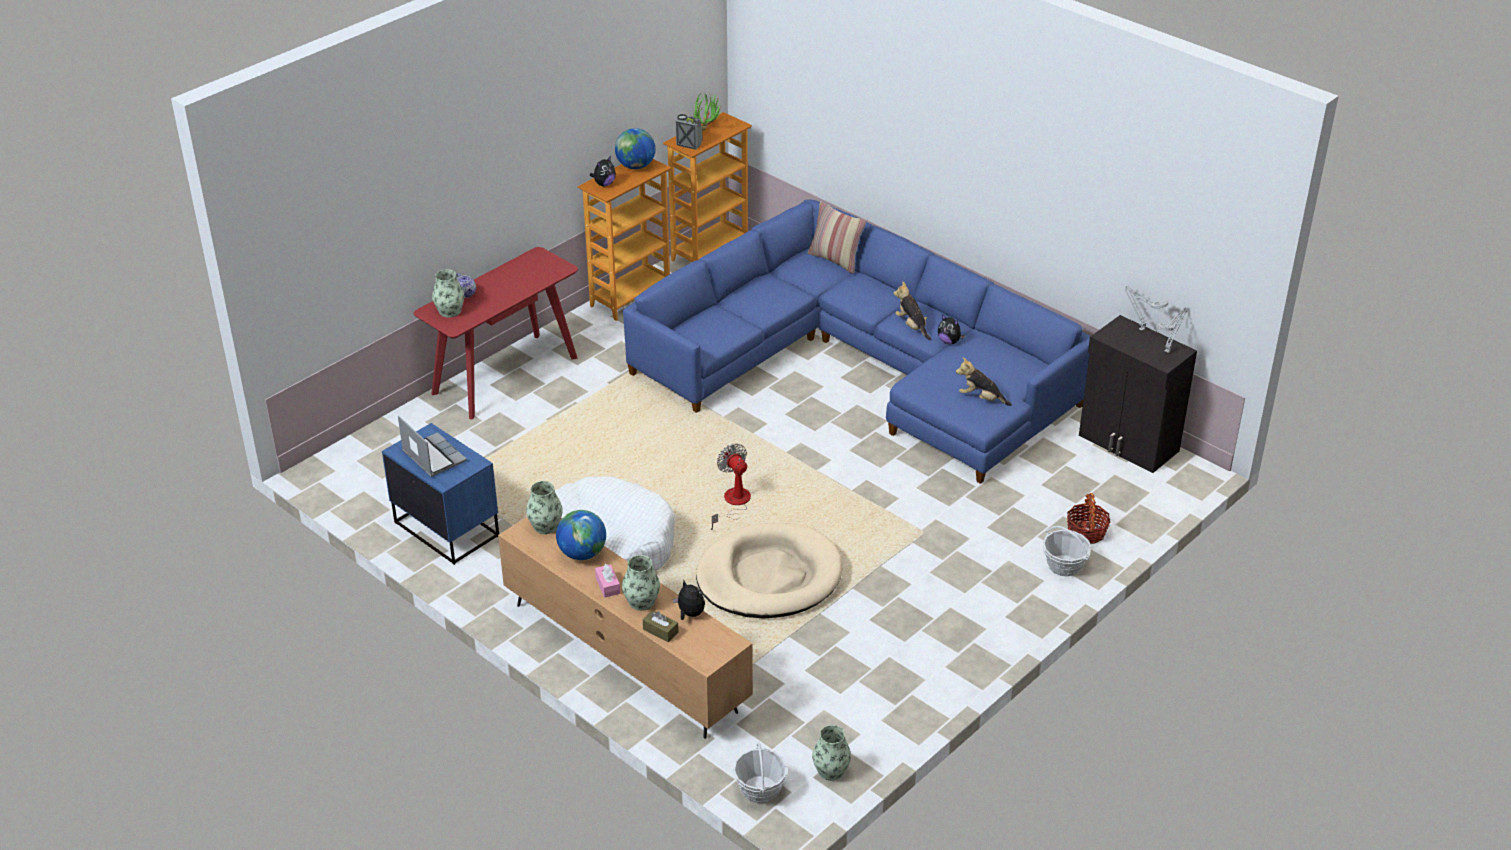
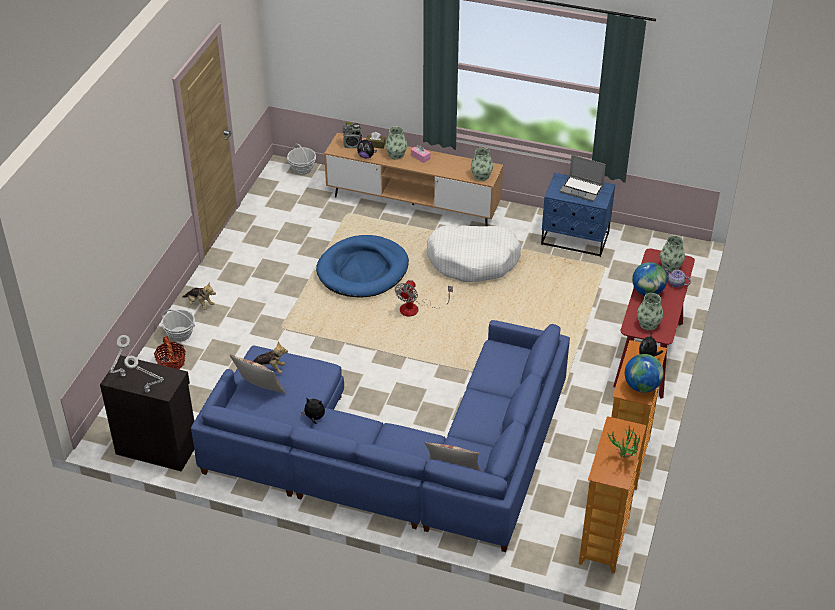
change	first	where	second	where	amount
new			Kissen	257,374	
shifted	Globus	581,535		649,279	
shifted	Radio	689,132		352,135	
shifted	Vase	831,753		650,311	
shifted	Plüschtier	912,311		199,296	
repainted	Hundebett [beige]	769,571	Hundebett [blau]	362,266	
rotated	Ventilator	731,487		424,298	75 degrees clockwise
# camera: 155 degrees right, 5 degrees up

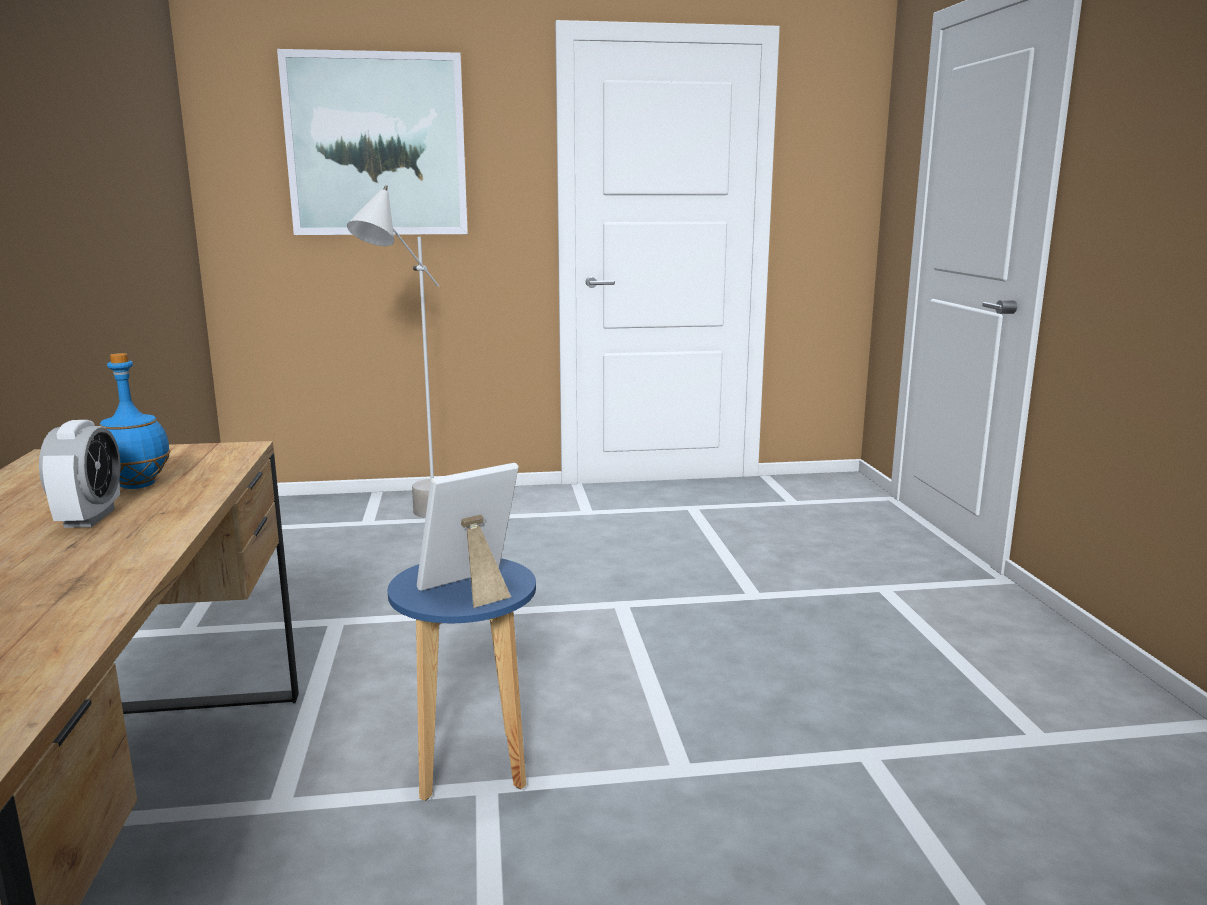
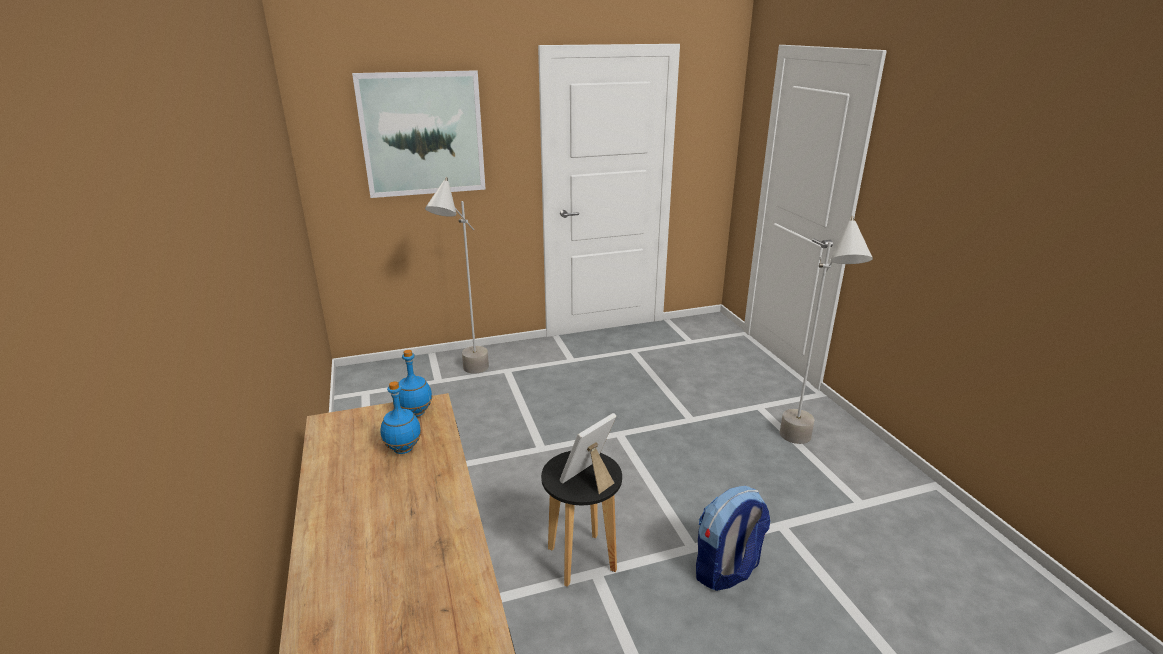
change	first	where	second	where	amount
gone	Wecker	80,474			
new			Flasche [blau]	415,383	
new			Rucksack	733,538	
new			Stehlampe [grau]	826,330	
repainted	Hocker [blau]	462,679	Hocker [schwarz]	581,519	
# camera: 10 degrees left, 10 degrees up

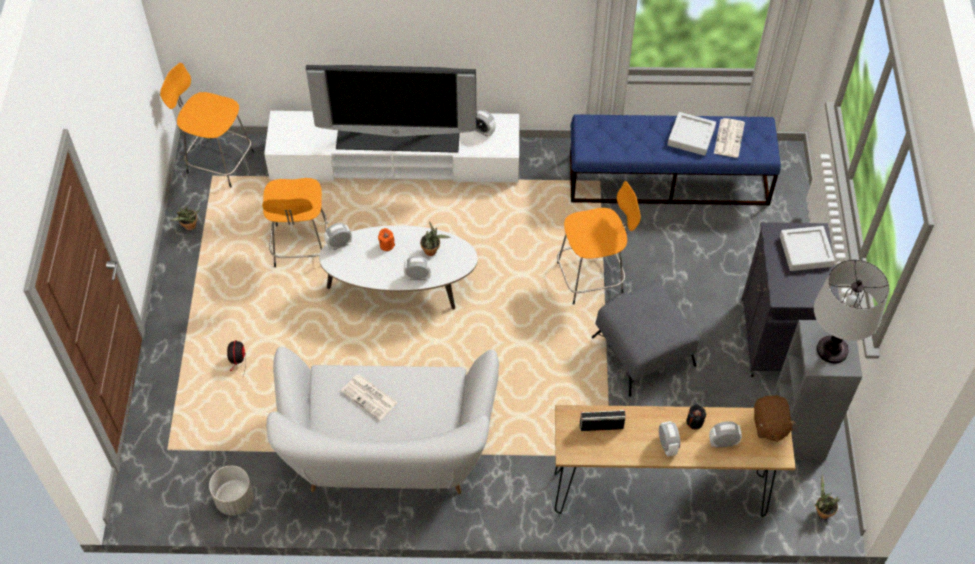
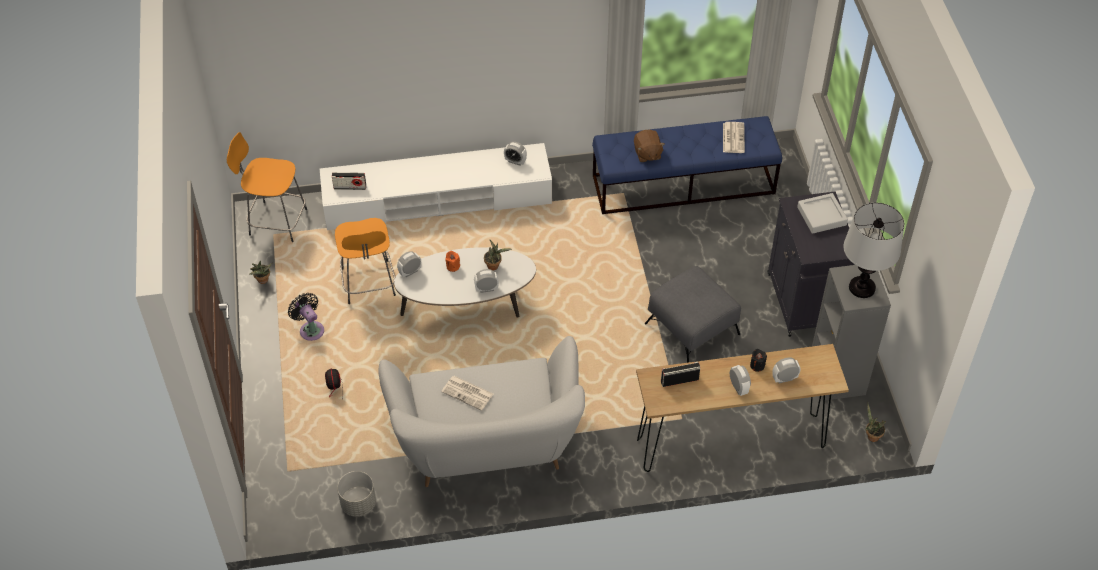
change	first	where	second	where	amount
gone	Fernseher	391,109			
gone	Hocker [orange]	599,243			
gone	Tablett [grau]	691,134			
new			Ventilator [schwarz]	306,317	
new			Radio	349,181	
shifted	Plüschtier [braun]	775,418		649,146	
# camera: 10 degrees left, 5 degrees down

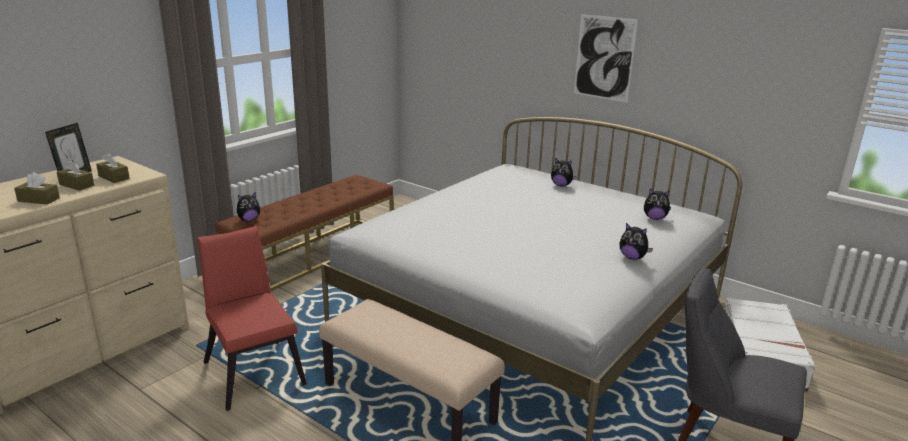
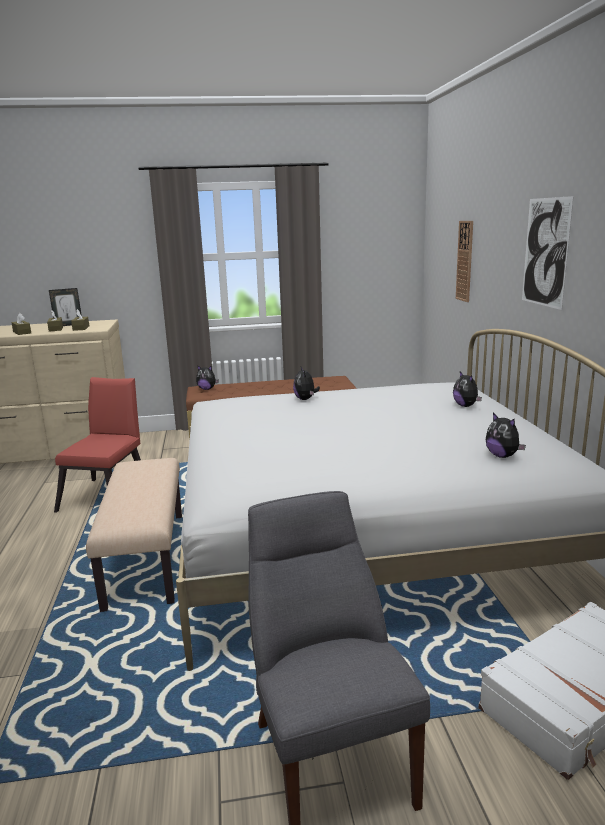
change	first	where	second	where	amount
new			Wanduhr	464,261	
shifted	Plüschtier	636,241		306,383	
# camera: 45 degrees right, 5 degrees down

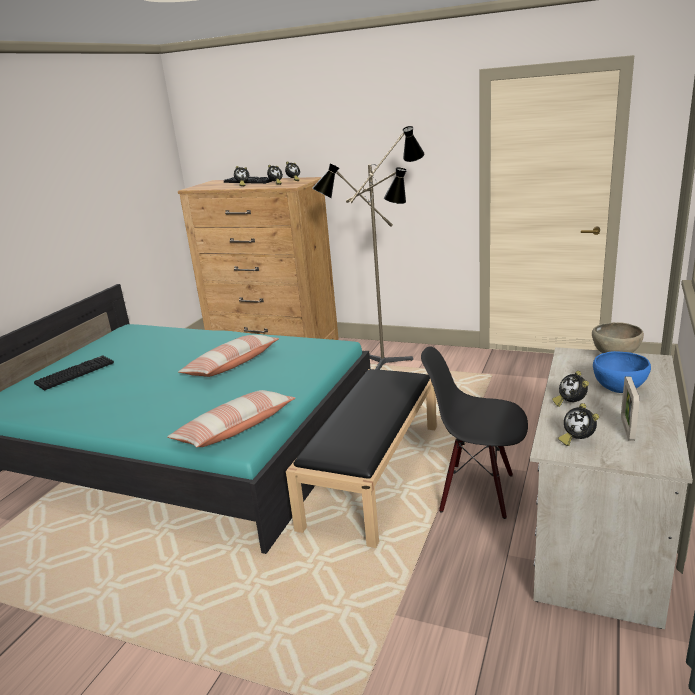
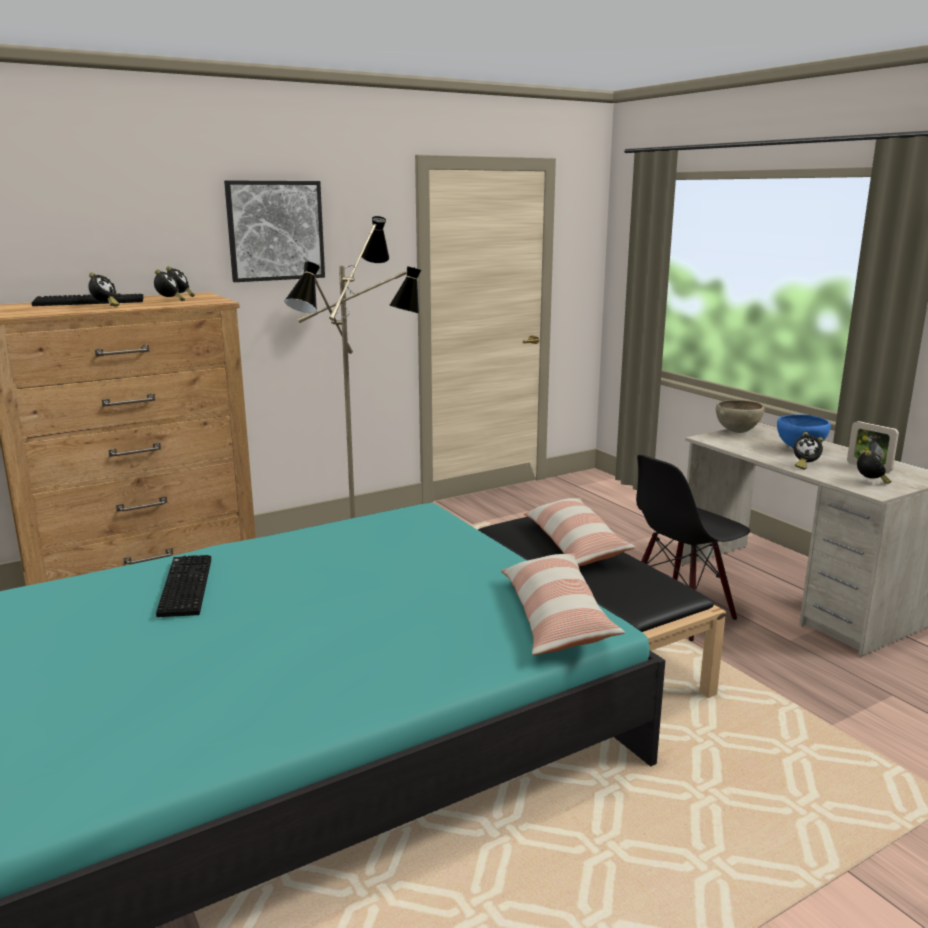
change	first	where	second	where	amount
new			Bild	274,231	
shifted	Tastatur	74,372		183,586	
shifted	Kissen	228,356		580,532	
rotated	Wecker	578,424		874,467	90 degrees counterclockwise
# camera: 55 degrees left, 5 degrees down

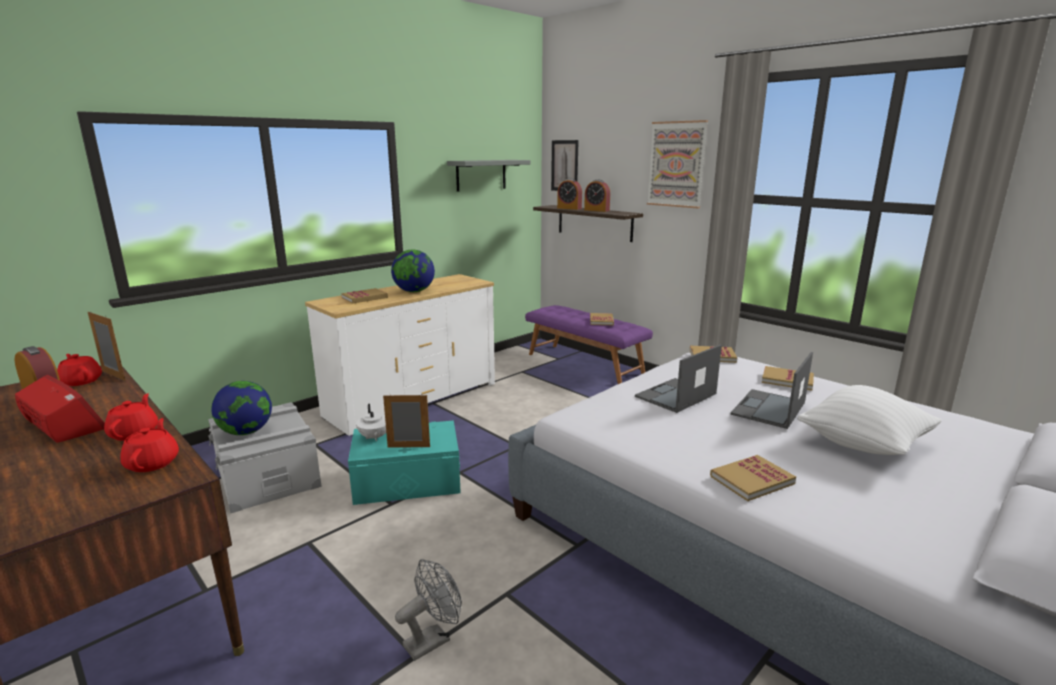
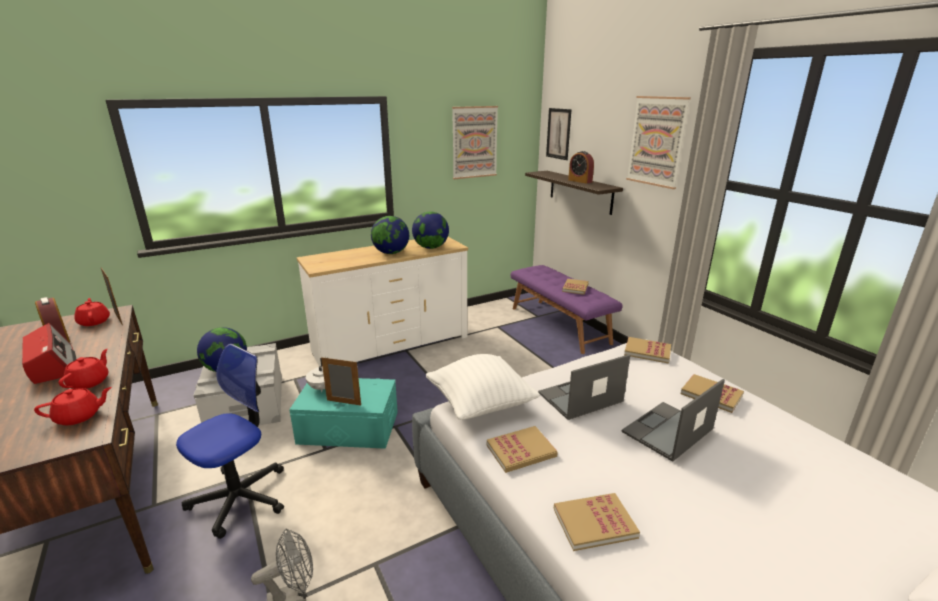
change	first	where	second	where	amount
gone	Wecker	569,194			
new			Bürostuhl	230,441	
new			Globus	430,230	
shifted	Buch	364,296		522,449	
shifted	Kissen [weiß]	869,420		483,387	
swapped	Wandregal [grau]	489,176	Bild	475,142	
rotated	Teekanne [rot]	149,445		73,406	60 degrees clockwise
# camera: 15 degrees right, 5 degrees up

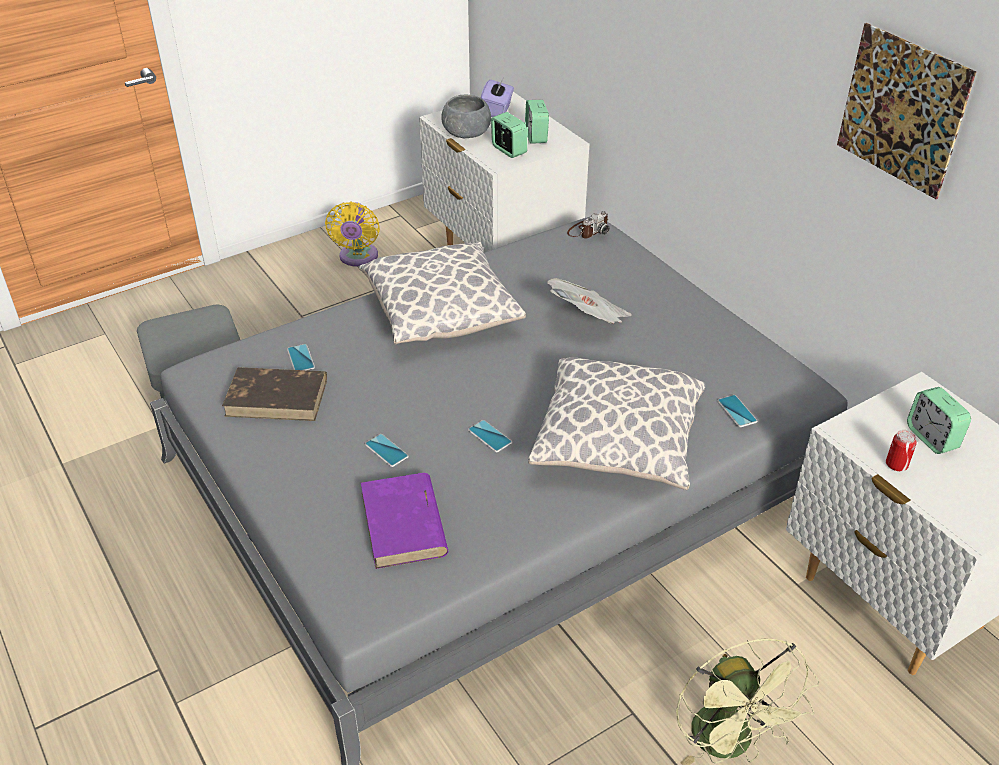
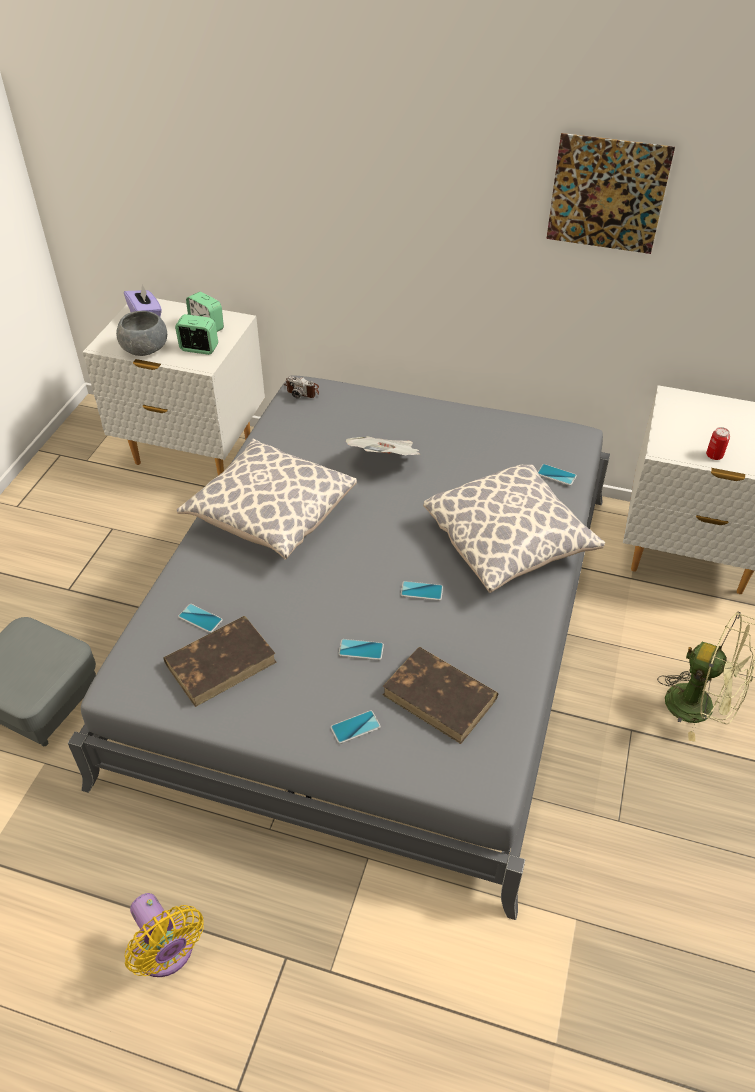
change	first	where	second	where	amount
gone	Wecker	939,420			
new			Handy	356,727	
shifted	Ventilator [gelb]	352,234		164,935	
repainted	Buch [lila]	404,521	Buch [braun]	440,695	
rotated	Kamera	588,225		301,387	105 degrees clockwise
# camera: 40 degrees left, 5 degrees up

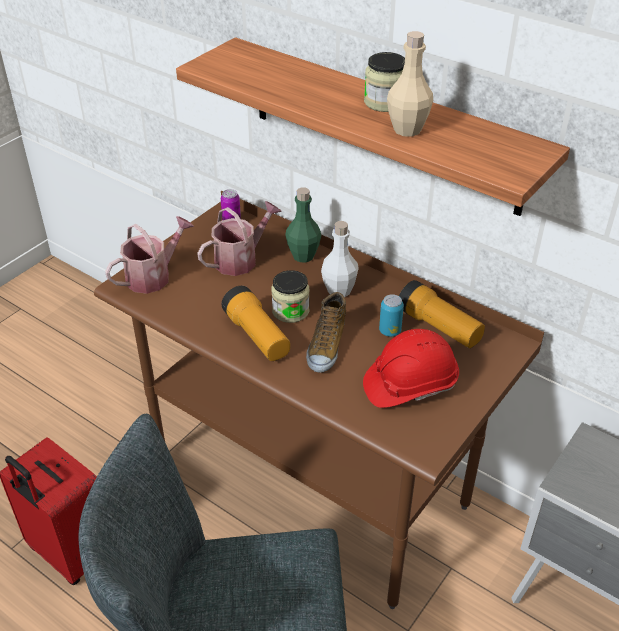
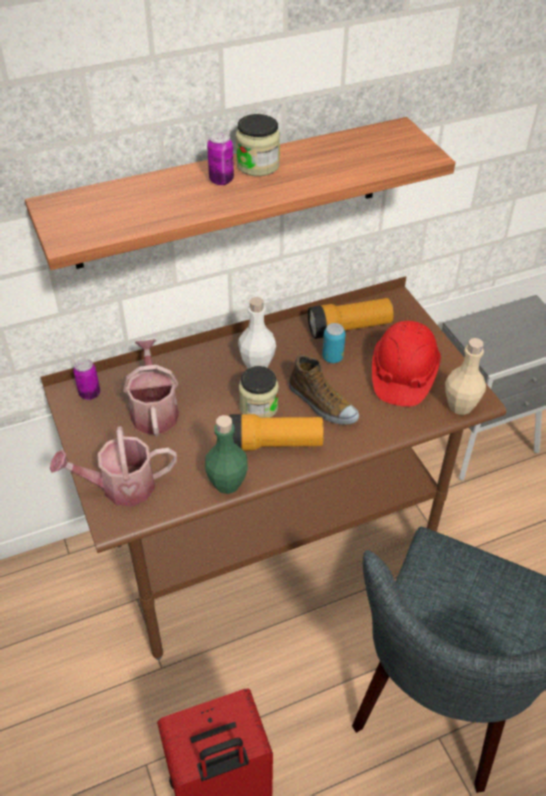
change	first	where	second	where	amount
new			Dose	220,158	
shifted	Flasche [grün]	303,224		226,454	
shifted	Flasche [beige]	410,84		465,376	
rotated	Gießkanne	149,255		113,466	90 degrees counterclockwise
# camera: 60 degrees left, 5 degrees up

